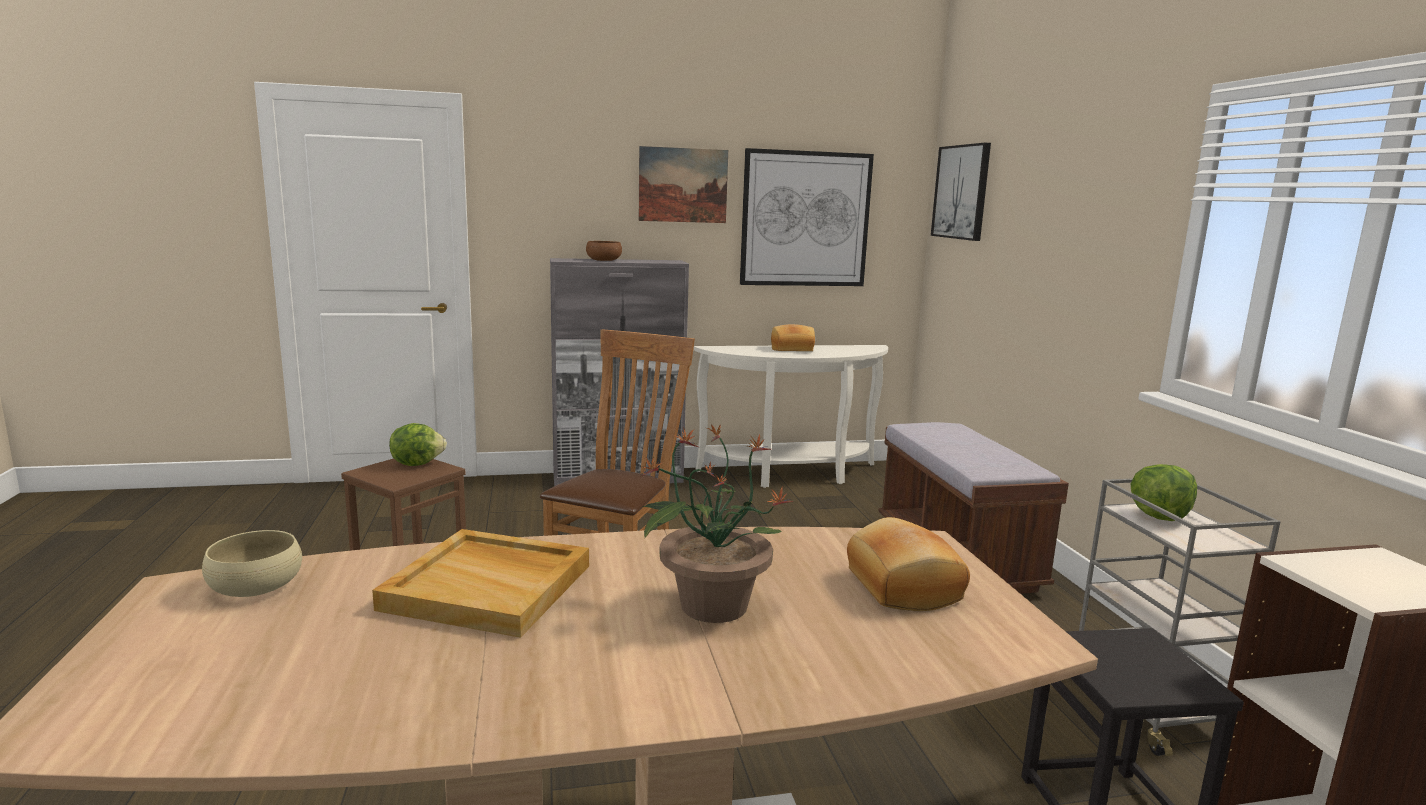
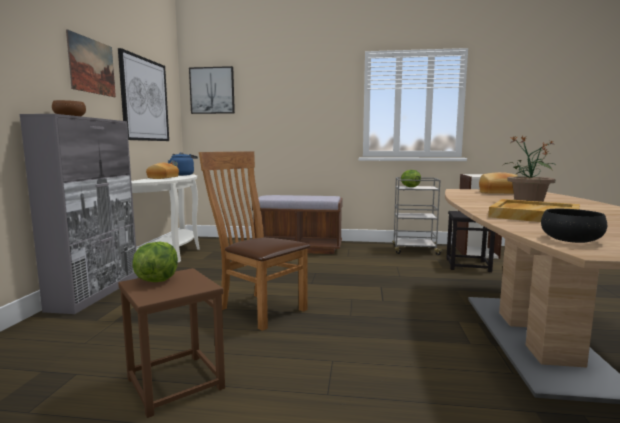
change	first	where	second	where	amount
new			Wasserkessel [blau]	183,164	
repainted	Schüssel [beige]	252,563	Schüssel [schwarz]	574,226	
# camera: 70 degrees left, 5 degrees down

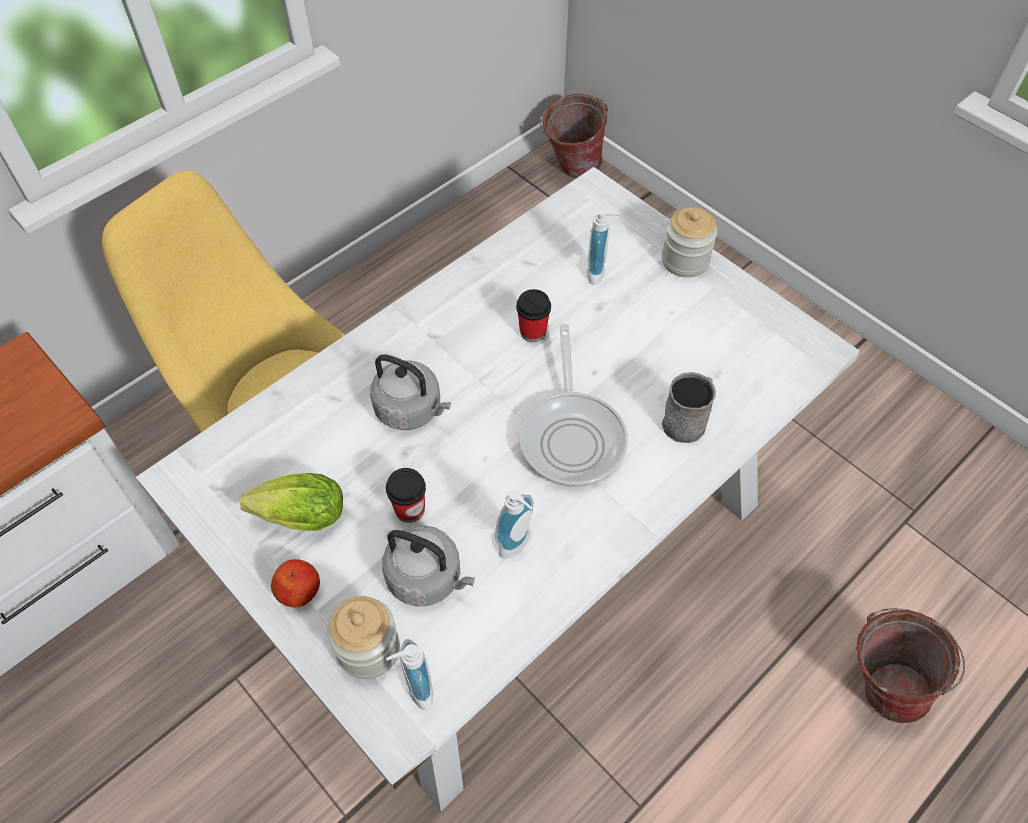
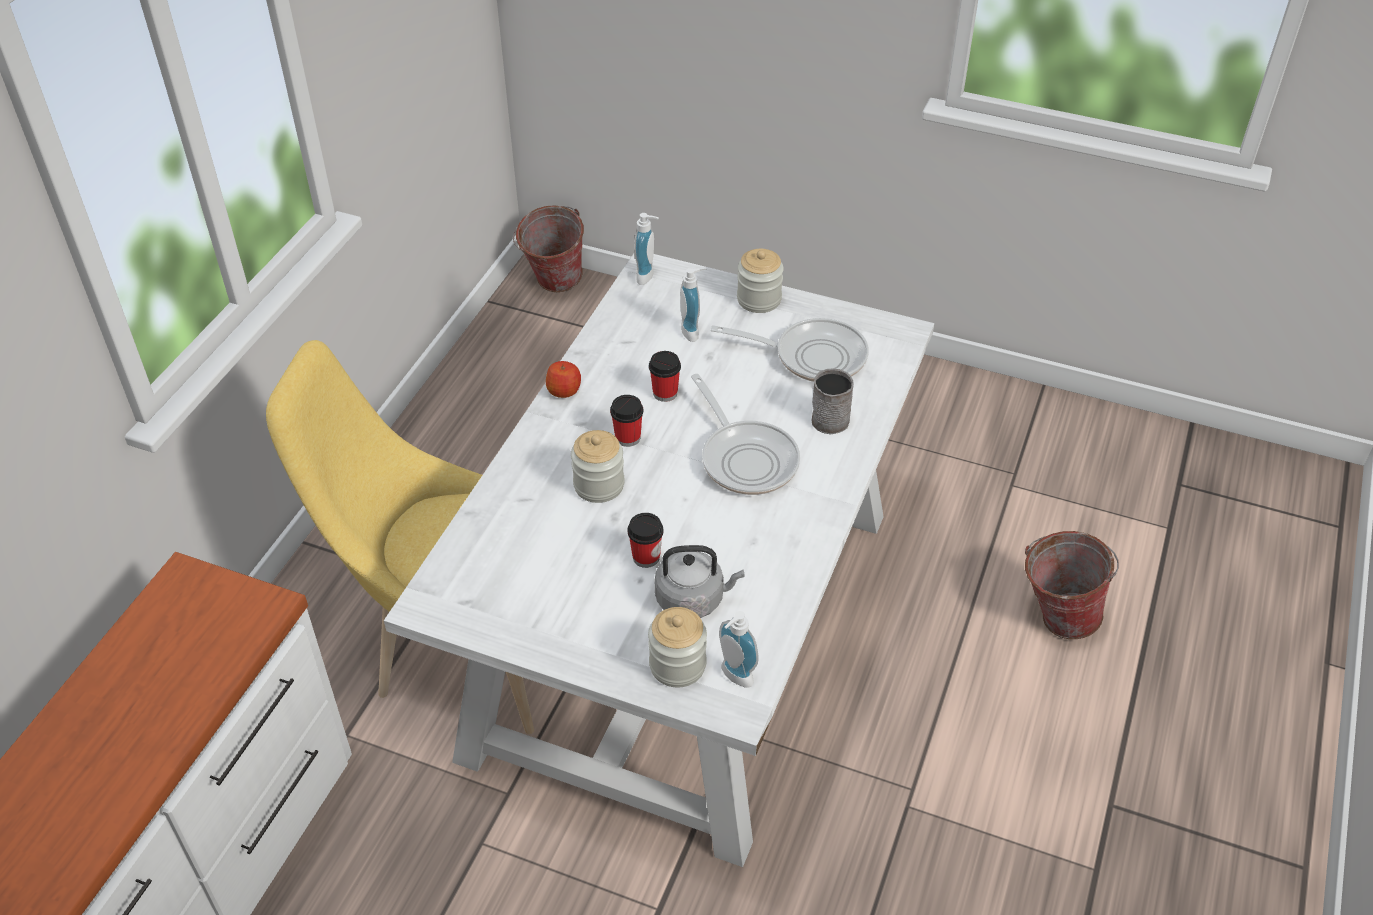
change	first	where	second	where	amount
gone	Salatkopf	291,502			
new			Tasse	626,421	
new			Pfanne	790,350	
shifted	Apfel	295,583		563,379	
shifted	Seifenspender	514,524		646,249	
swapped	Wasserkessel [grau]	410,392	Vorratsglas	597,466	
# camera: 25 degrees left, 10 degrees down

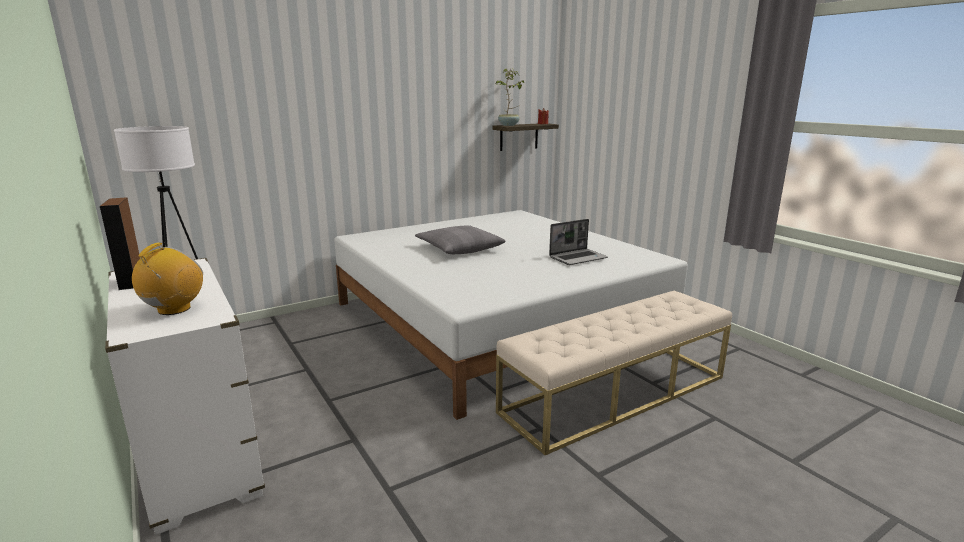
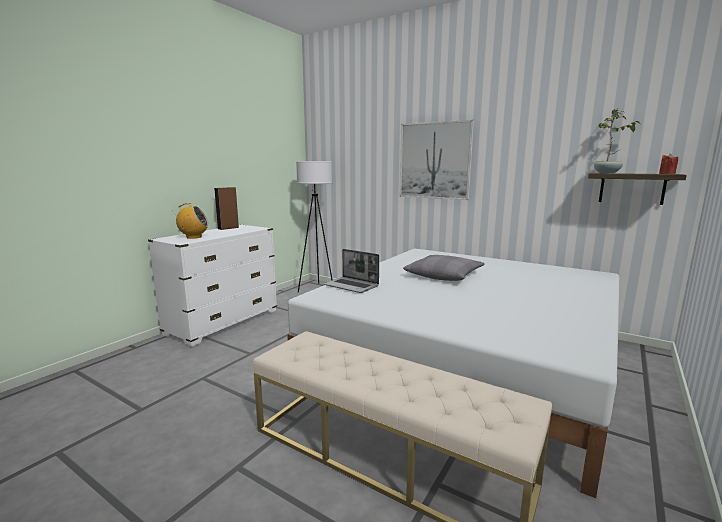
change	first	where	second	where	amount
new			Bild	437,160	
shifted	Laptop	578,242		351,271	
# camera: 65 degrees right, 5 degrees down

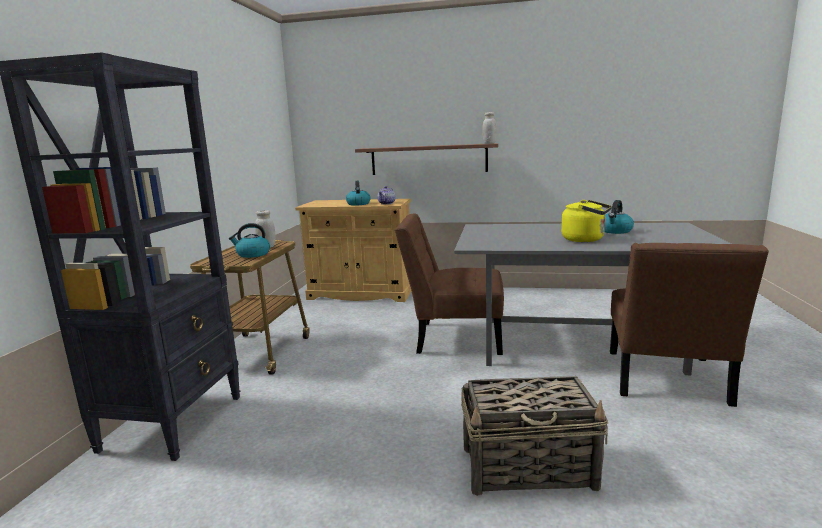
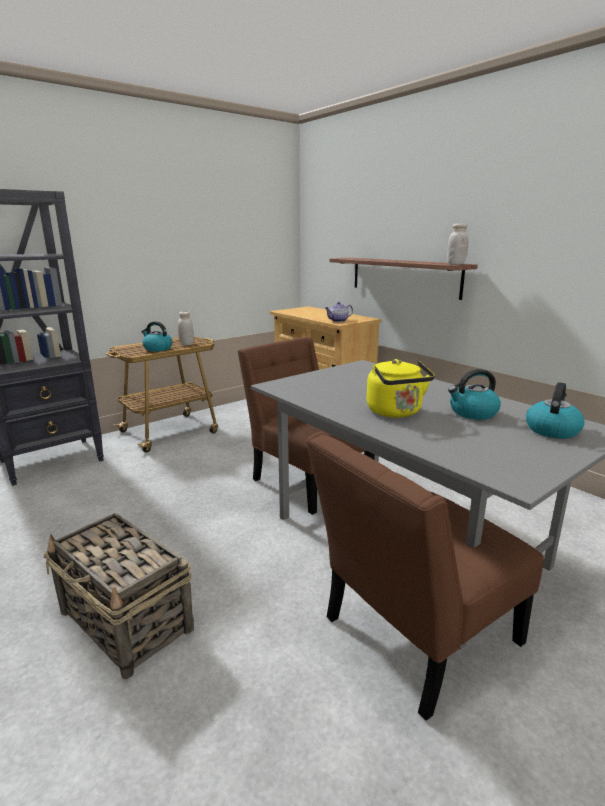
change	first	where	second	where	amount
shifted	Wasserkessel	358,193		555,410	
# camera: 40 degrees right, 5 degrees up

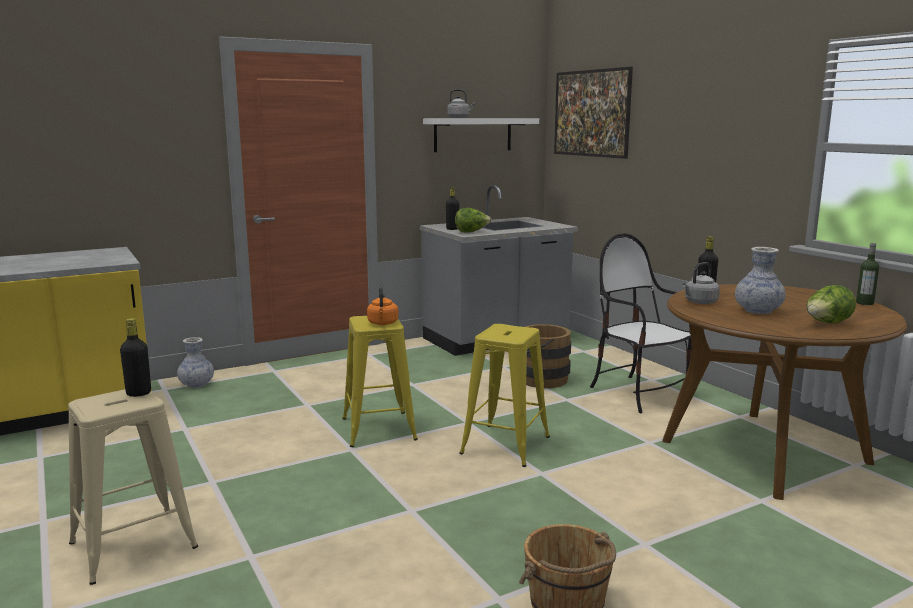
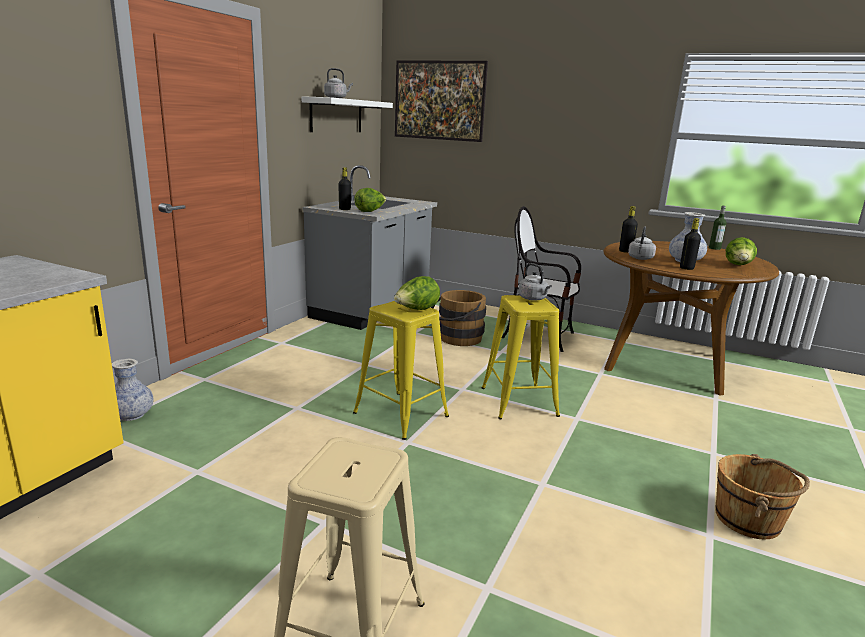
change	first	where	second	where	amount
new			Wasserkessel [grau]	535,282	
shifted	Flasche [schwarz]	135,357		690,244	
swapped	Wasserkessel [orange]	382,305	Salatkopf	417,293	
# camera: 35 degrees left, 5 degrees up

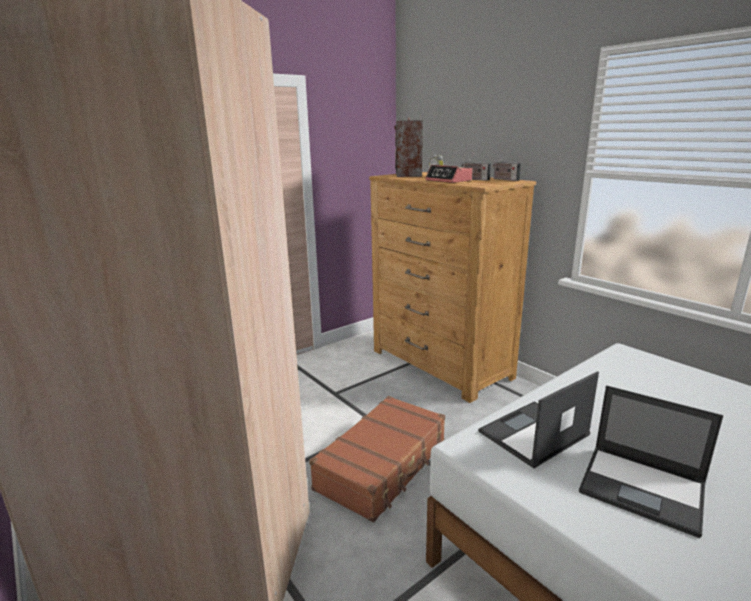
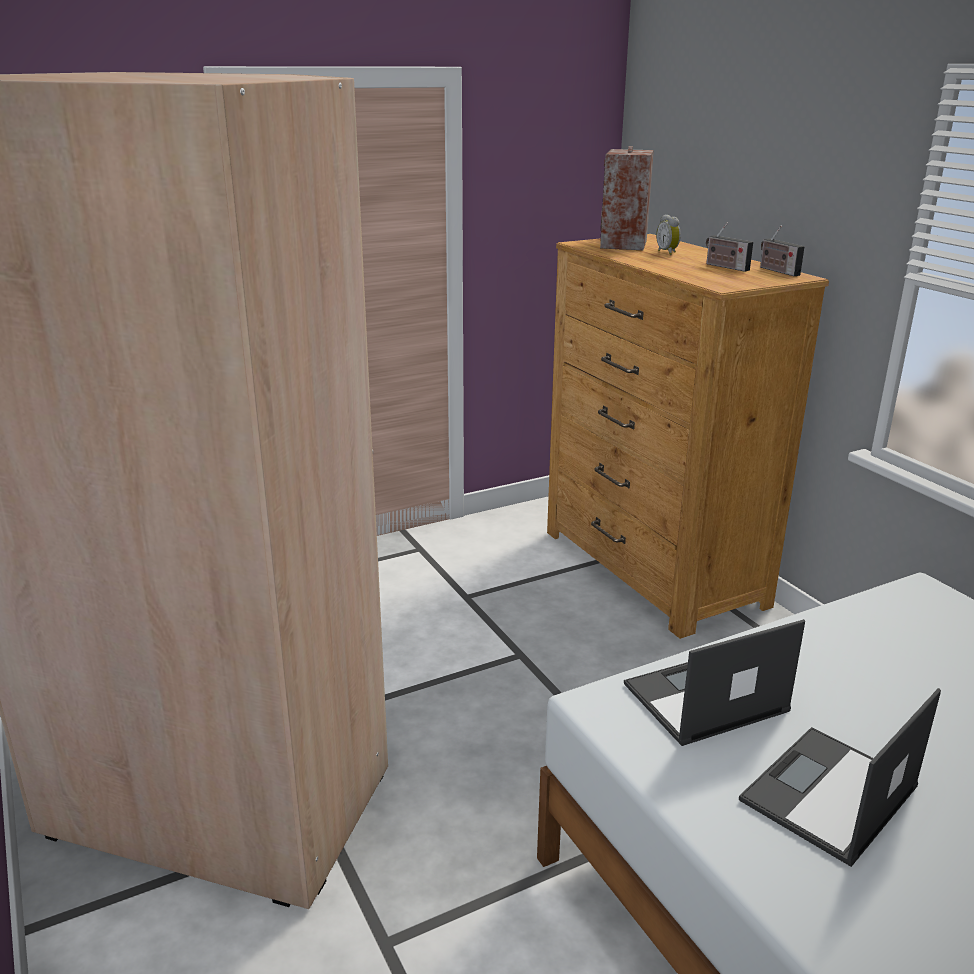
change	first	where	second	where	amount
gone	Koffer [braun]	377,459			
gone	Wecker	449,174			
rotated	Laptop	651,461		840,777	90 degrees clockwise
# camera: 10 degrees right, 5 degrees up

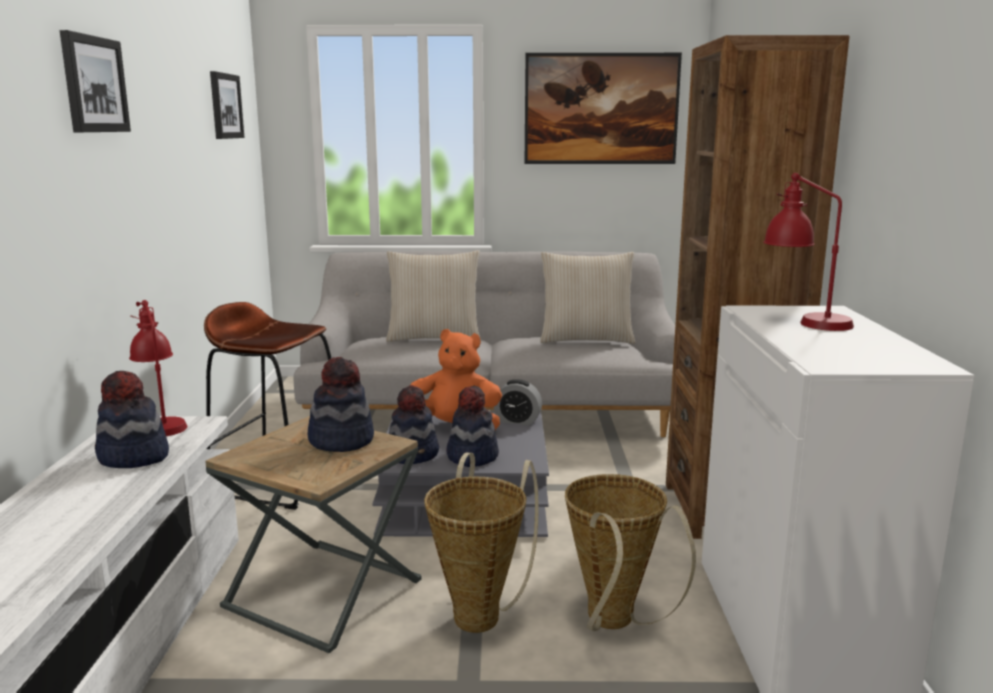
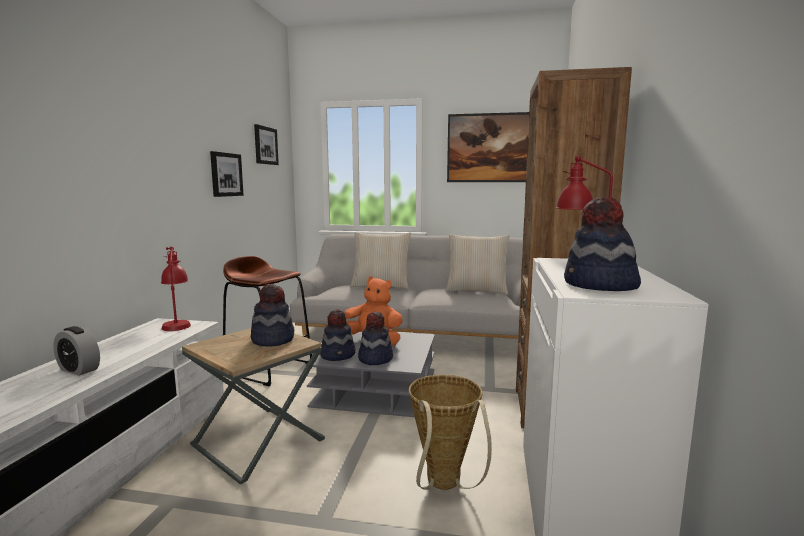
change	first	where	second	where	amount
gone	Korb	481,543			
shifted	Bild	95,81		227,174	
shifted	Hut	132,419		602,244	
shifted	Wecker	518,402		76,351	
# camera: 10 degrees right, 5 degrees down

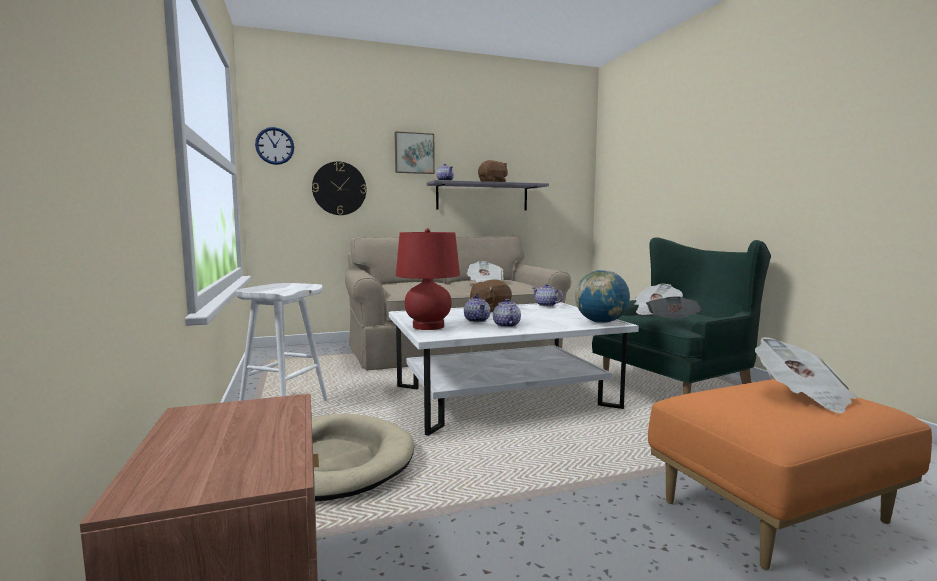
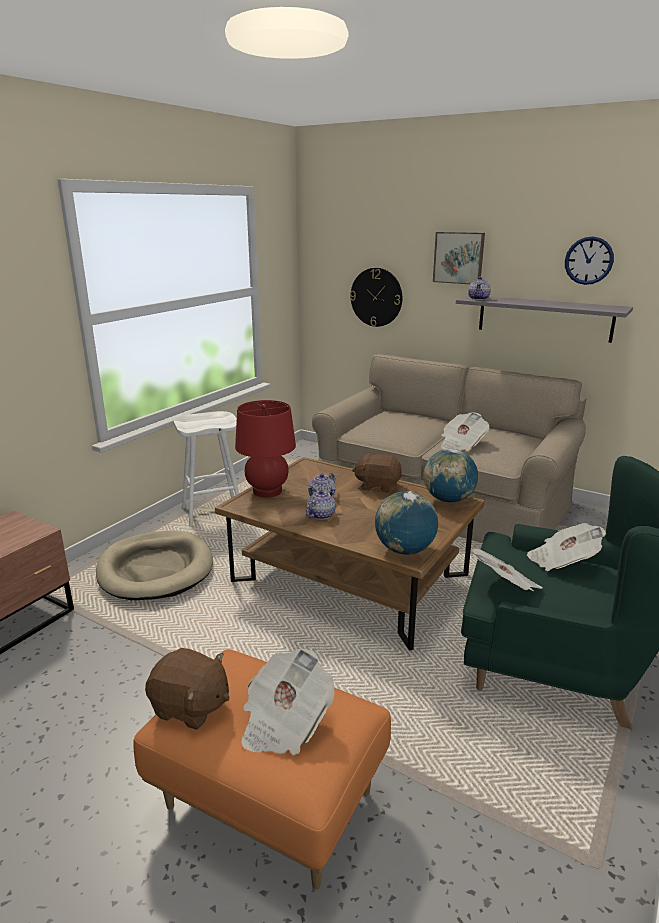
change	first	where	second	where	amount
shifted	Wanduhr	274,146		589,260	
shifted	Plüschtier [braun]	493,171		187,689	
swapped	Teekanne	547,295	Globus	450,476	
repainted	Couchtisch [weiß]	514,369	Couchtisch [braun]	350,554	
# camera: 50 degrees right, 15 degrees up

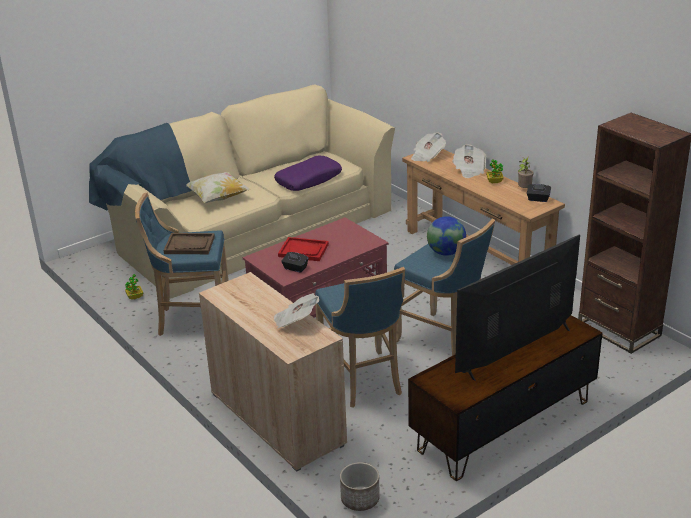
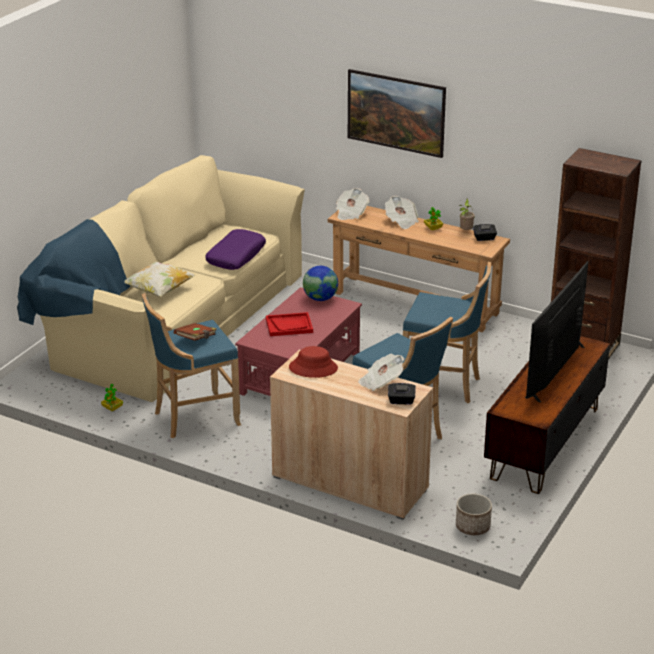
change	first	where	second	where	amount
new			Hut [rot]	313,362	
new			Bild	397,113	
shifted	Taschentuchbox [schwarz]	295,262		402,394	
shifted	Globus	446,236		320,283	
swapped	Tablett [braun]	189,243	Buch [braun]	195,332	
# camera: 25 degrees left, 0 degrees up

